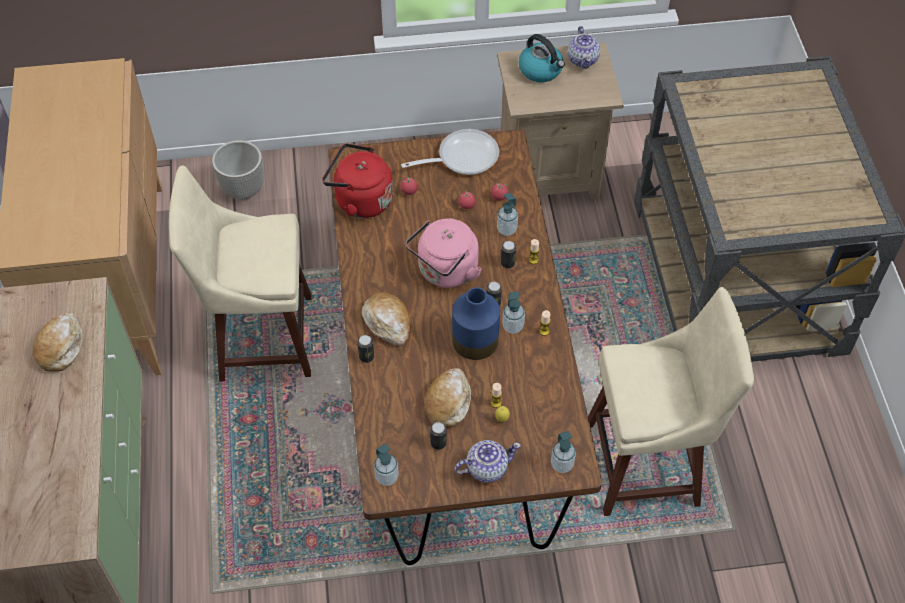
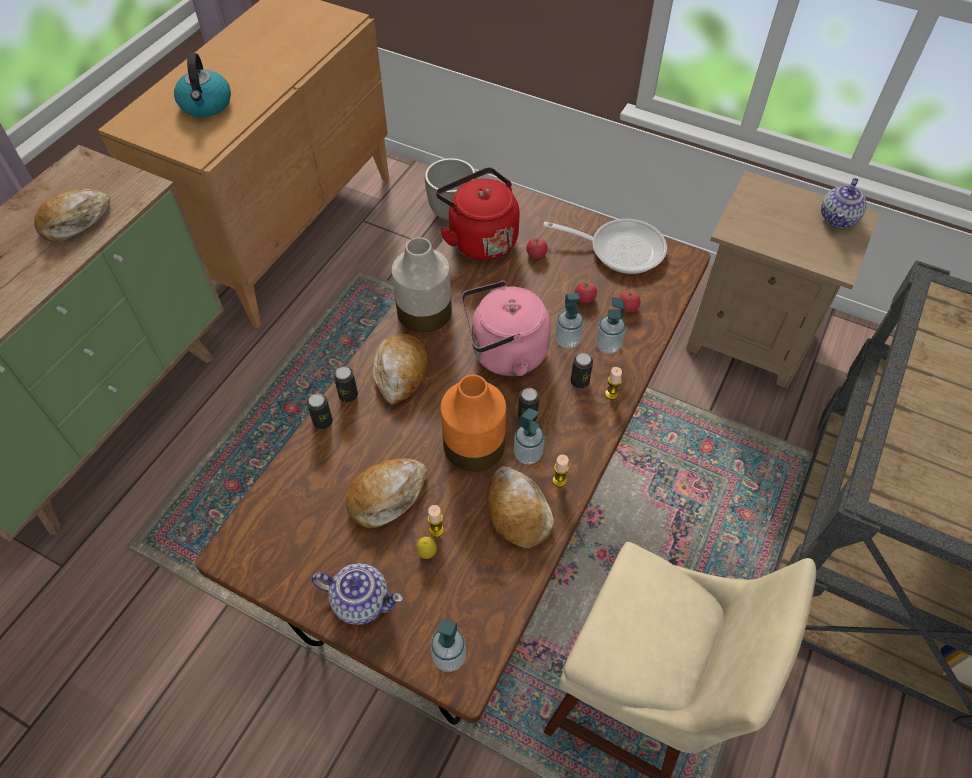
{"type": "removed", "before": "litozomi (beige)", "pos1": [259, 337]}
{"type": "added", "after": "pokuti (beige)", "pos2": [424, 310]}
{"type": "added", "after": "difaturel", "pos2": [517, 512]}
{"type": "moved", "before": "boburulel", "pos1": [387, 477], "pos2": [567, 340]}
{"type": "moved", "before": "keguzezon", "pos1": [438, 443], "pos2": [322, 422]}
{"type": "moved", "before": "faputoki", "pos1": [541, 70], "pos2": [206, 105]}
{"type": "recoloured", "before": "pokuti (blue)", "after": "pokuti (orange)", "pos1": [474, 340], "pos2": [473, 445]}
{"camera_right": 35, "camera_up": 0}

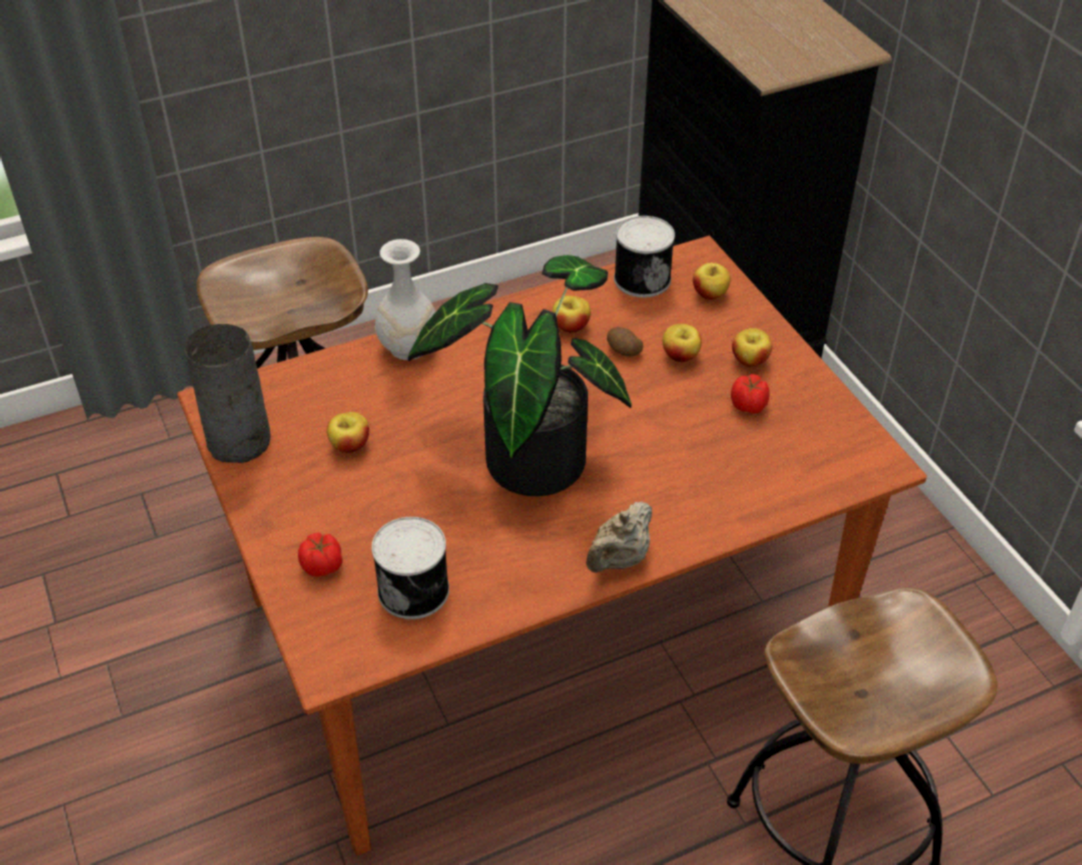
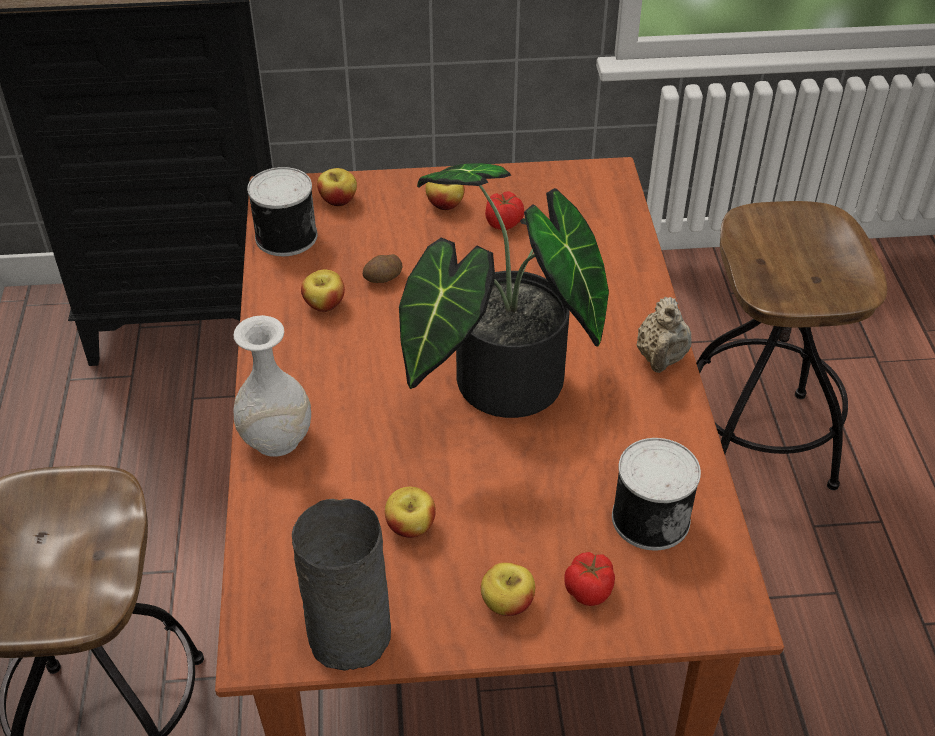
{"type": "moved", "before": "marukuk", "pos1": [680, 355], "pos2": [507, 603]}
{"type": "turned", "before": "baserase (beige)", "pos1": [619, 559], "pos2": [661, 358], "turn": 45}
{"camera_right": -70, "camera_up": 0}

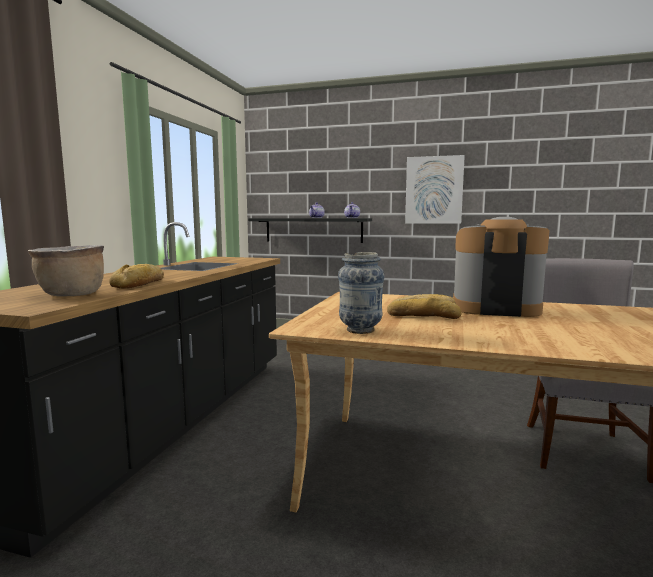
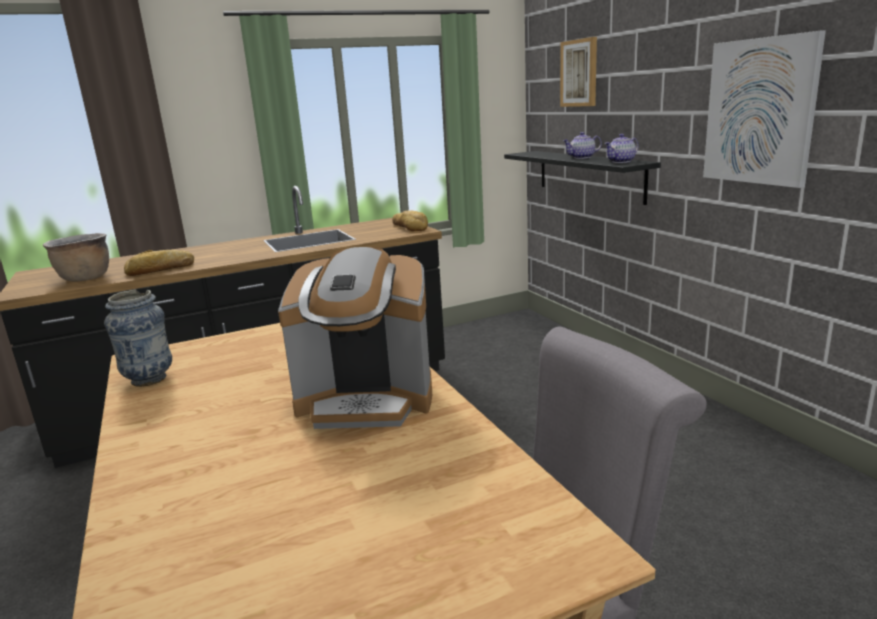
{"type": "added", "after": "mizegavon", "pos2": [579, 73]}
{"type": "moved", "before": "difaturel", "pos1": [423, 316], "pos2": [410, 227]}
{"type": "turned", "before": "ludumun", "pos1": [494, 308], "pos2": [367, 400], "turn": 120}
{"camera_right": 50, "camera_up": 10}

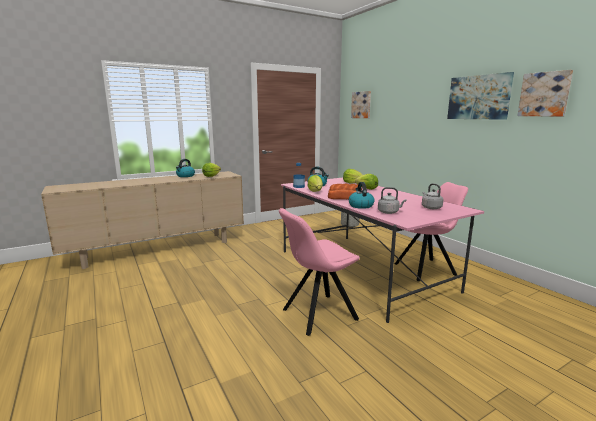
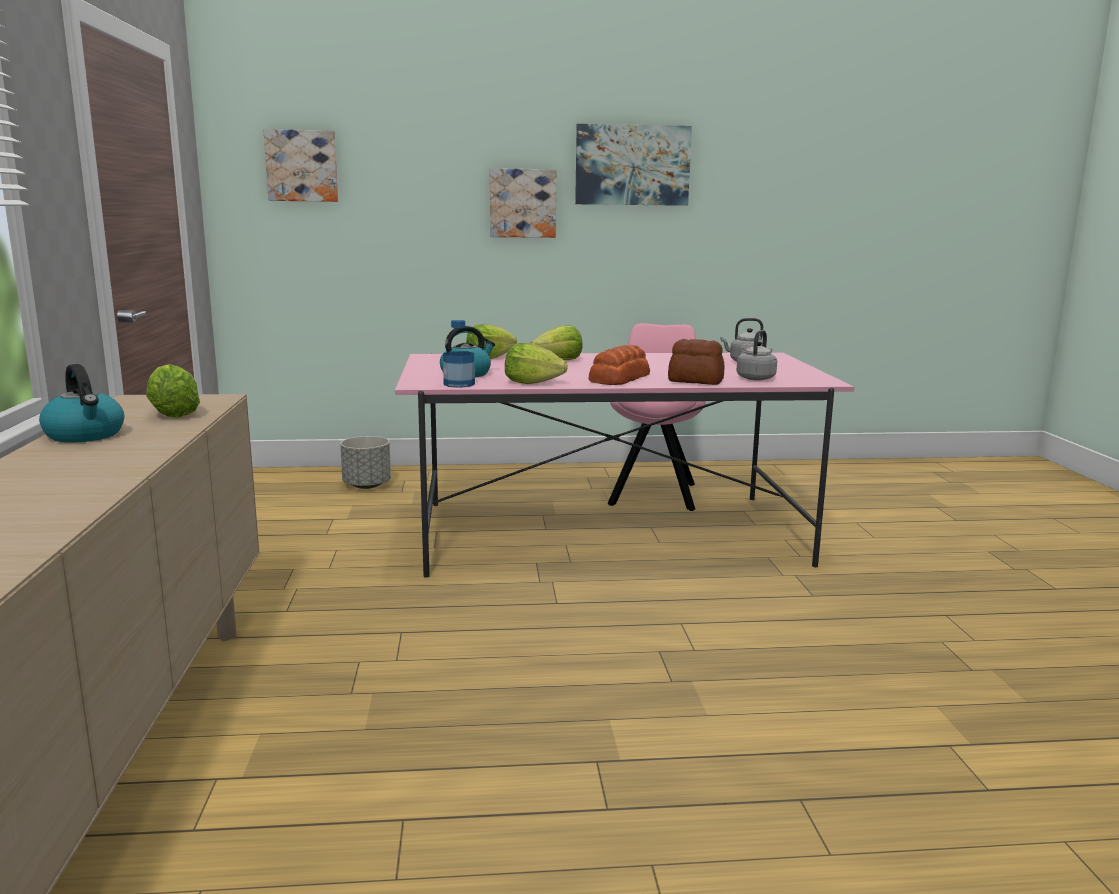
{"type": "removed", "before": "litozomi (pink)", "pos1": [318, 314]}
{"type": "moved", "before": "mizegavon", "pos1": [544, 94], "pos2": [522, 203]}
{"type": "replaced", "before": "faputoki", "after": "difaturel", "pos1": [360, 206], "pos2": [696, 381]}
{"camera_right": -65, "camera_up": 0}

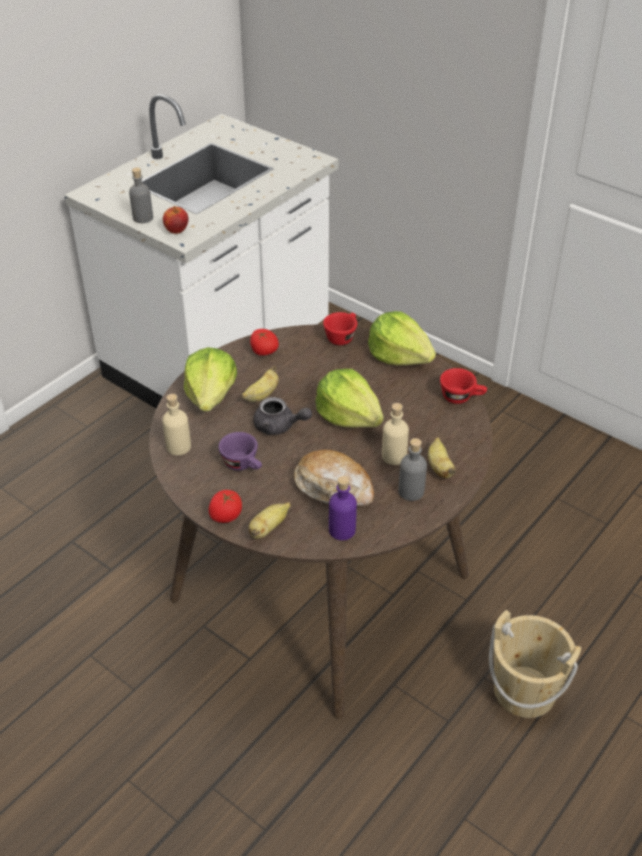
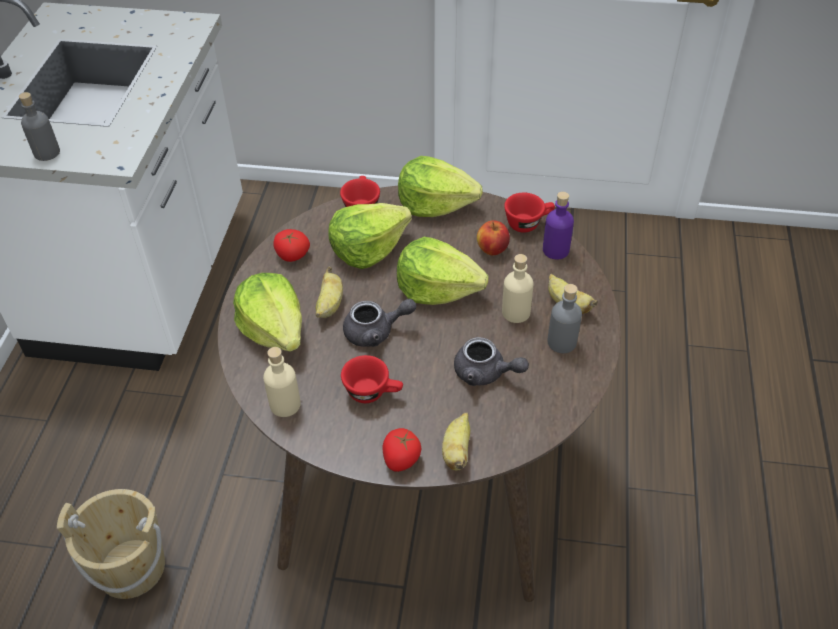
{"type": "added", "after": "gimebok", "pos2": [368, 249]}
{"type": "moved", "before": "marukuk", "pos1": [176, 230], "pos2": [492, 249]}
{"type": "moved", "before": "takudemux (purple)", "pos1": [342, 530], "pos2": [555, 250]}
{"type": "moved", "before": "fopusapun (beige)", "pos1": [524, 691], "pos2": [131, 567]}
{"type": "replaced", "before": "difaturel", "after": "baserase (grey)", "pos1": [334, 487], "pos2": [485, 373]}
{"type": "recoloured", "before": "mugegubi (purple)", "after": "mugegubi (red)", "pos1": [243, 465], "pos2": [373, 392]}
{"camera_right": -30, "camera_up": 5}

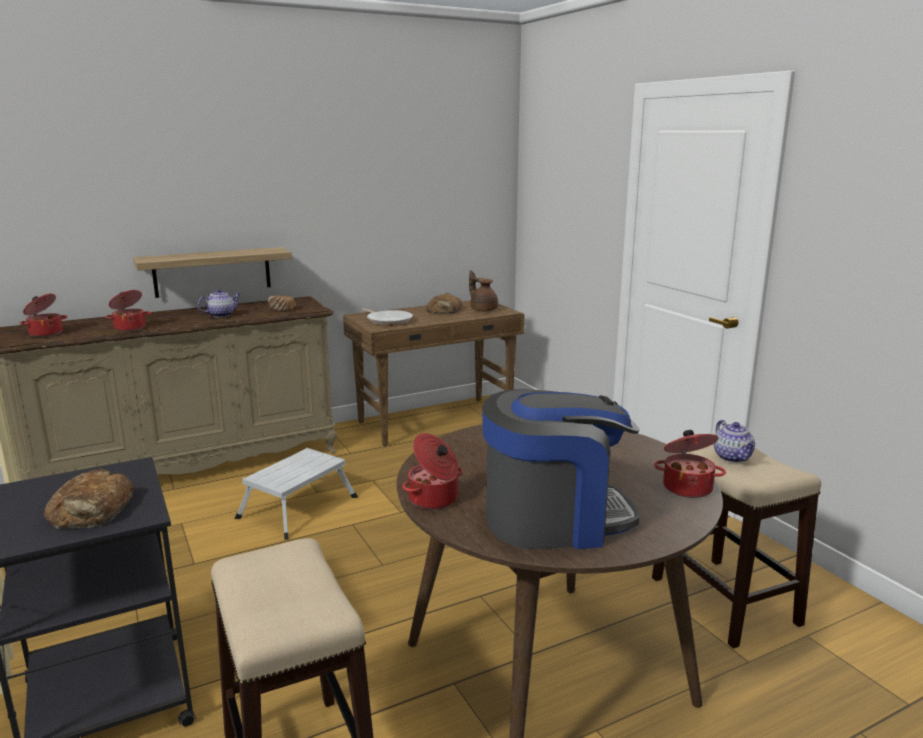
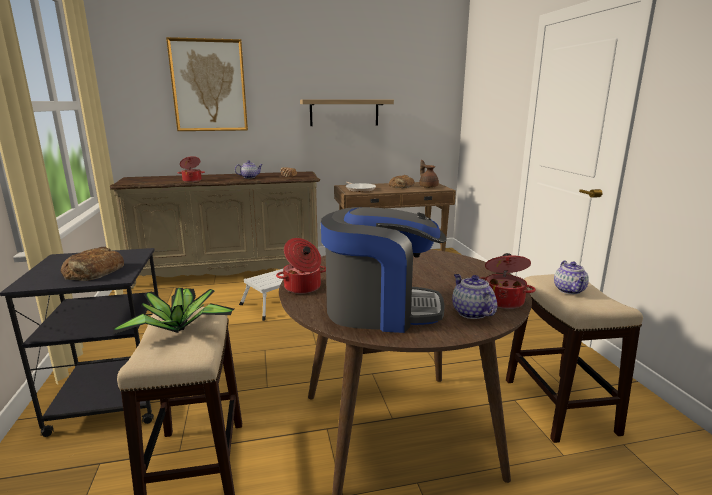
{"type": "removed", "before": "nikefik", "pos1": [46, 333]}
{"type": "added", "after": "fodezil", "pos2": [178, 329]}
{"type": "added", "after": "mizegavon", "pos2": [209, 86]}
{"type": "added", "after": "baserase", "pos2": [471, 312]}
{"type": "moved", "before": "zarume", "pos1": [212, 272], "pos2": [344, 112]}
{"camera_right": 15, "camera_up": 0}

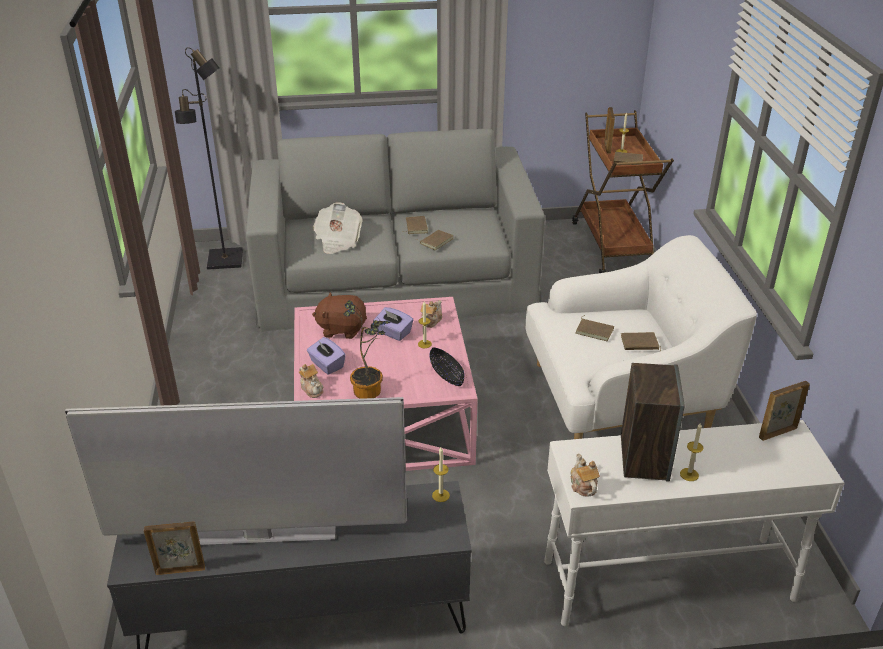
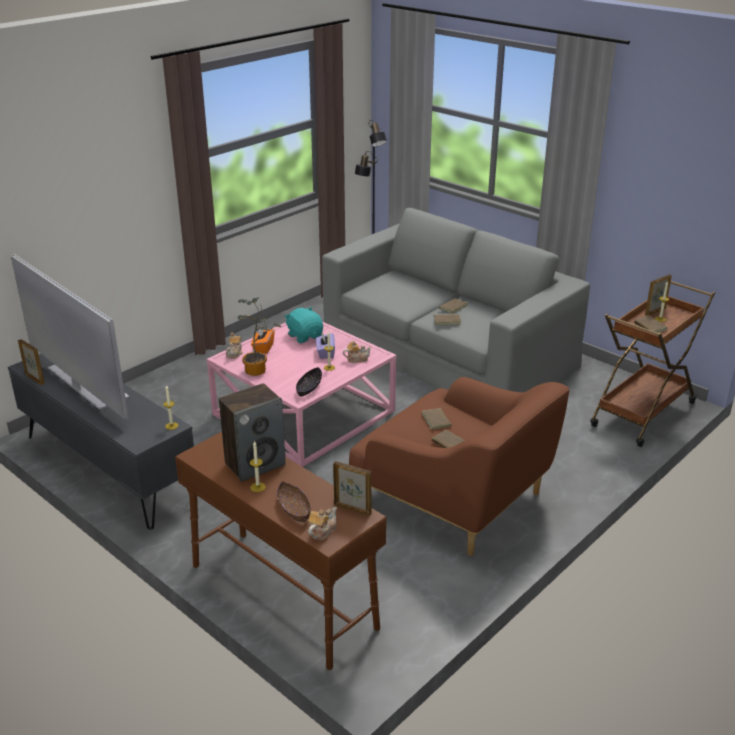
{"type": "removed", "before": "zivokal", "pos1": [337, 241]}
{"type": "added", "after": "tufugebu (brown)", "pos2": [293, 508]}
{"type": "moved", "before": "baserase", "pos1": [583, 485], "pos2": [322, 531]}
{"type": "recoloured", "before": "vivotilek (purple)", "after": "vivotilek (orange)", "pos1": [326, 365], "pos2": [263, 348]}
{"type": "recoloured", "before": "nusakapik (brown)", "after": "nusakapik (turquoise)", "pos1": [342, 329], "pos2": [305, 336]}
{"type": "recoloured", "before": "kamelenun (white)", "after": "kamelenun (brown)", "pos1": [621, 398], "pos2": [454, 497]}
{"type": "recoloured", "before": "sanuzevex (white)", "after": "sanuzevex (brown)", "pos1": [667, 579], "pos2": [283, 596]}
{"camera_right": 50, "camera_up": -5}

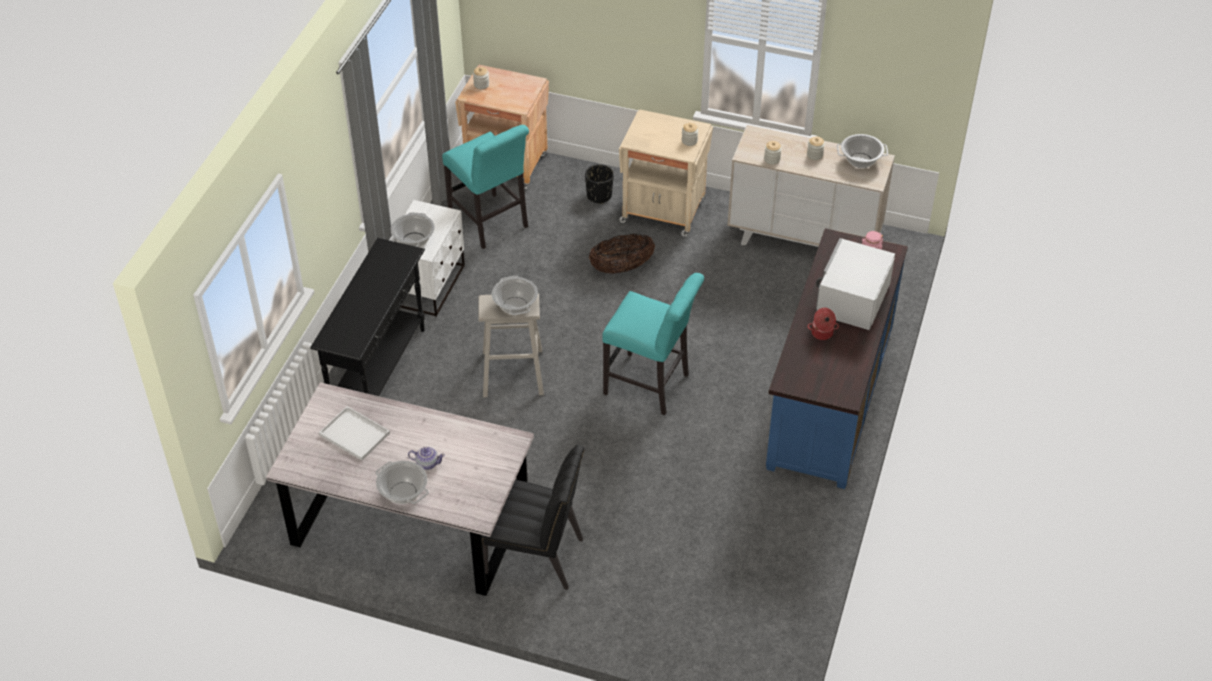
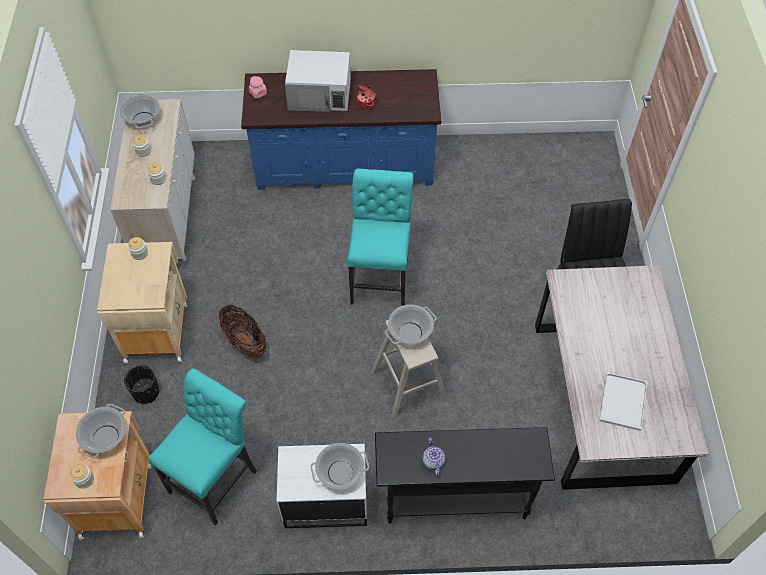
{"type": "moved", "before": "nikefik", "pos1": [403, 493], "pos2": [106, 437]}
{"type": "moved", "before": "baserase", "pos1": [427, 463], "pos2": [433, 461]}
{"camera_right": -110, "camera_up": 10}

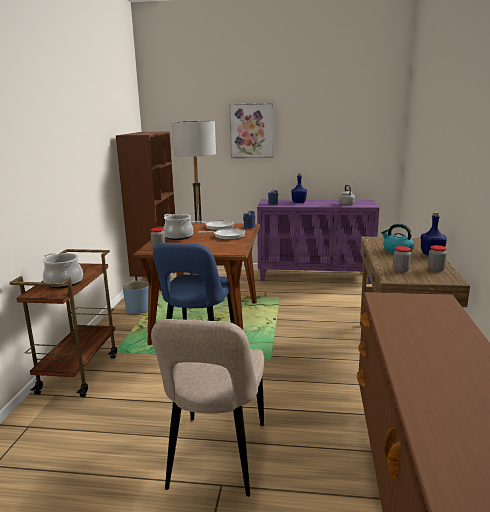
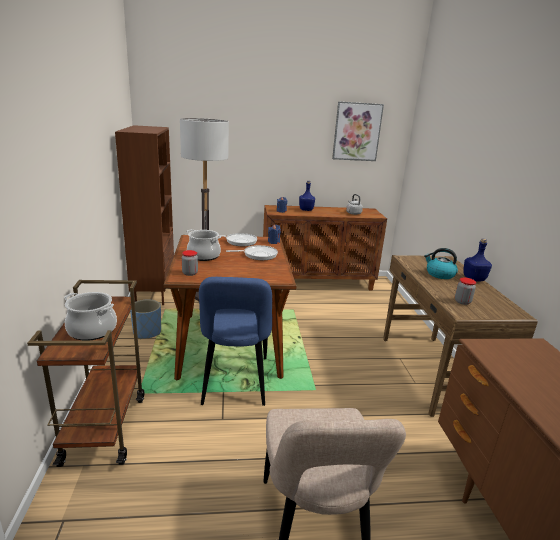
{"type": "removed", "before": "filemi", "pos1": [436, 269]}
{"type": "moved", "before": "mizegavon", "pos1": [251, 131], "pos2": [357, 132]}
{"type": "recoloured", "before": "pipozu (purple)", "after": "pipozu (brown)", "pos1": [315, 276], "pos2": [317, 282]}
{"camera_right": -15, "camera_up": 5}

